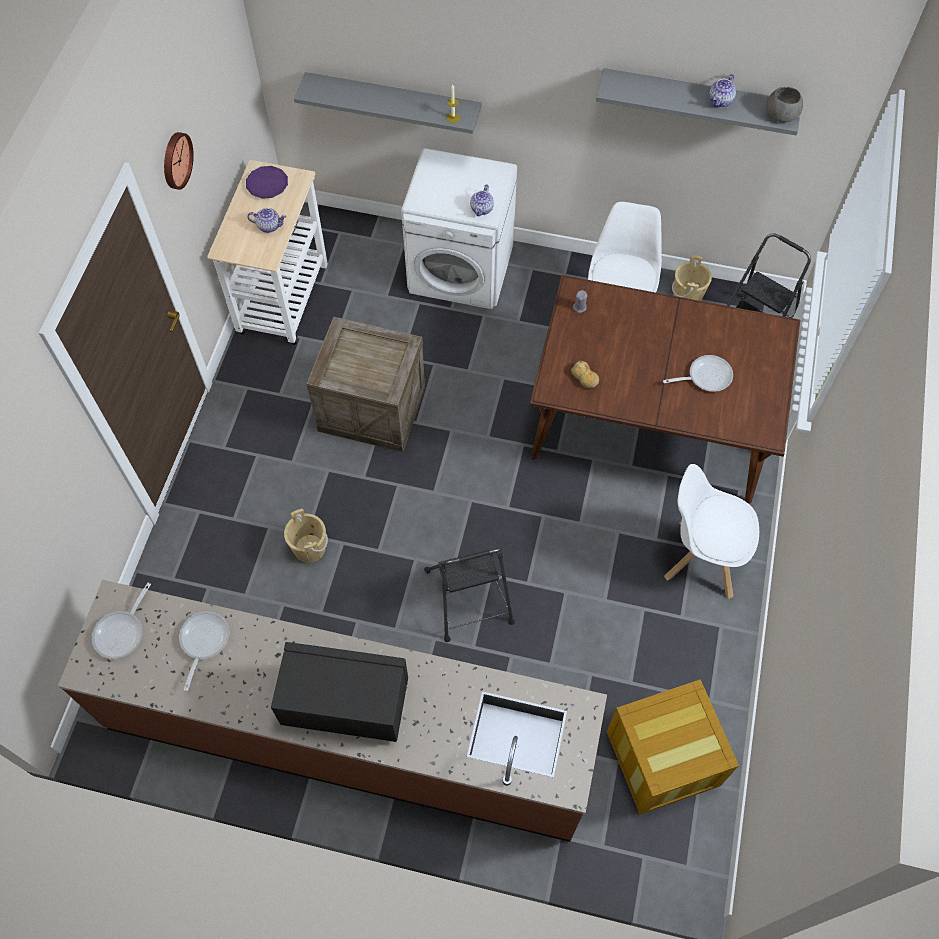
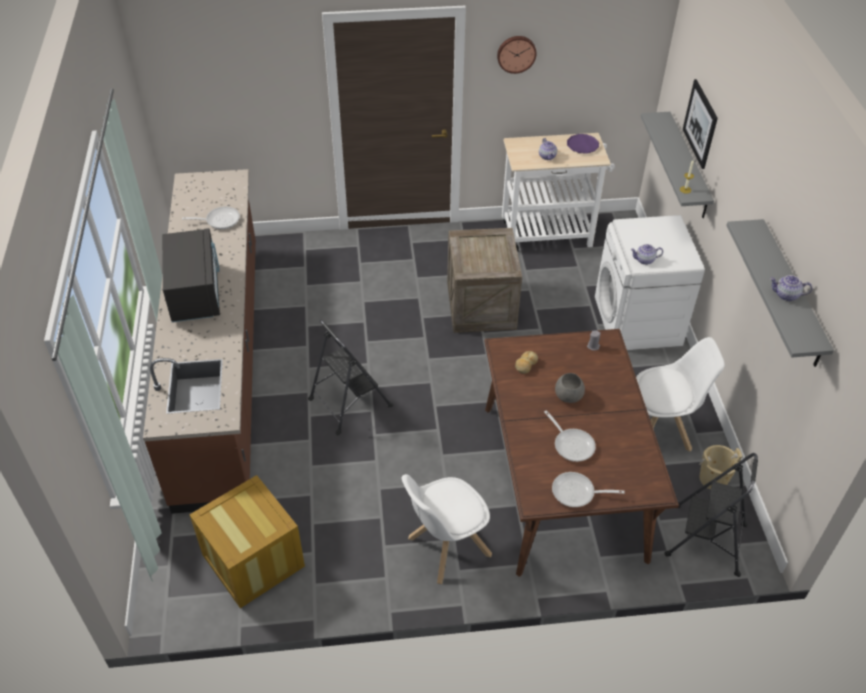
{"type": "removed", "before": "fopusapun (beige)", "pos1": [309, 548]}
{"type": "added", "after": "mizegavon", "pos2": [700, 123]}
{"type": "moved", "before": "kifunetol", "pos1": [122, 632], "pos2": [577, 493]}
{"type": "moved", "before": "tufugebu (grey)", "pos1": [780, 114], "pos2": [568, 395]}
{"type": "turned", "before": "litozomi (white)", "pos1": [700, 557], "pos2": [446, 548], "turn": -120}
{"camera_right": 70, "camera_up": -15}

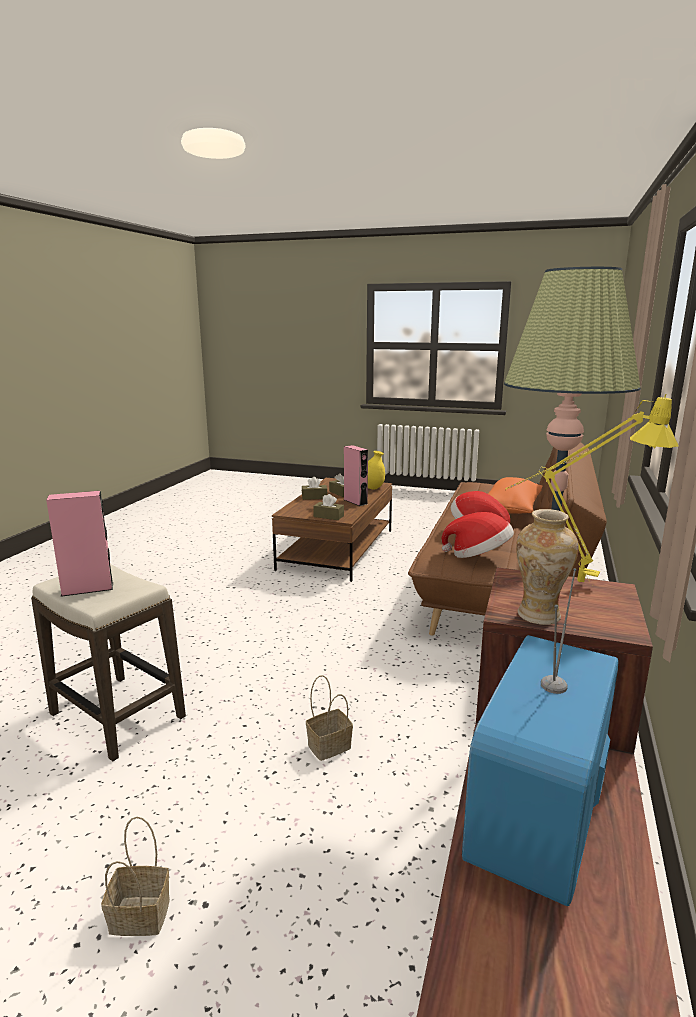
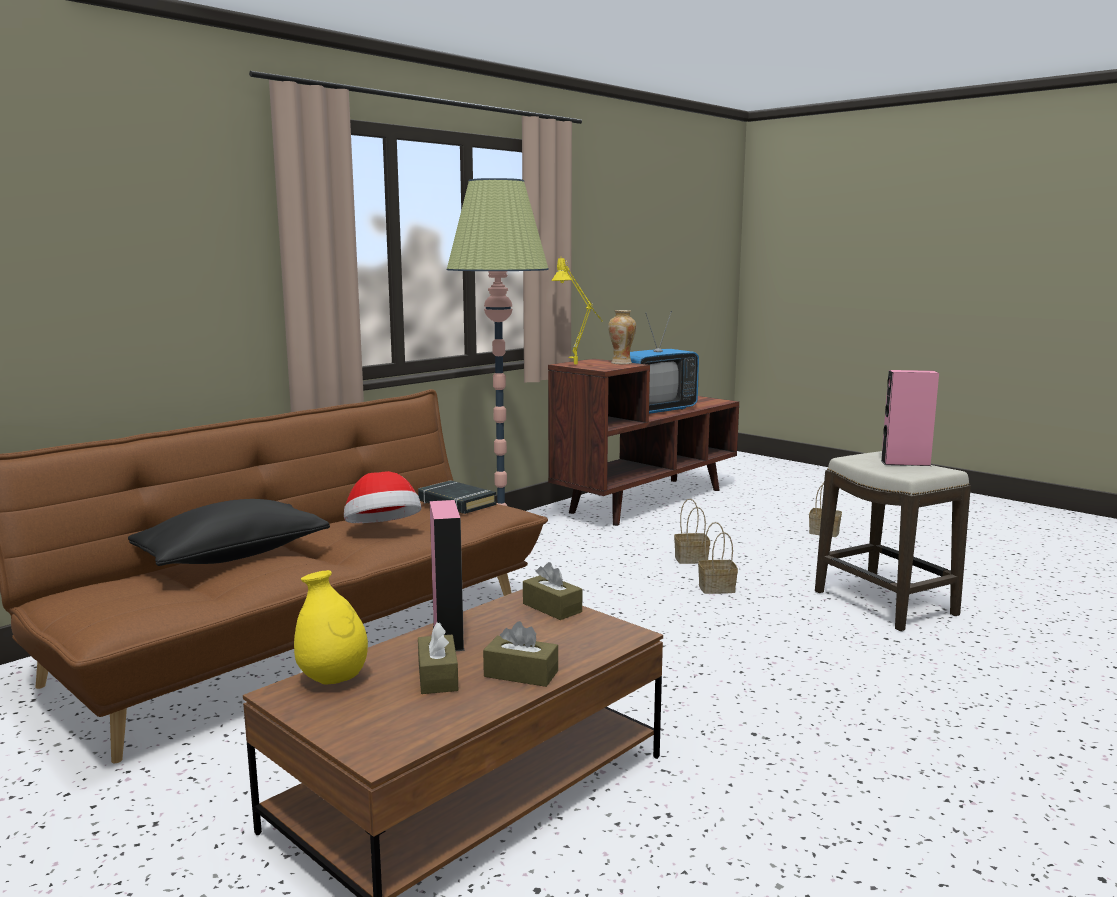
{"type": "added", "after": "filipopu", "pos2": [717, 588]}
{"type": "replaced", "before": "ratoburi", "after": "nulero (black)", "pos1": [478, 556], "pos2": [456, 503]}
{"type": "recoloured", "before": "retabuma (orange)", "after": "retabuma (black)", "pos1": [512, 509], "pos2": [232, 556]}
{"camera_right": -155, "camera_up": -5}

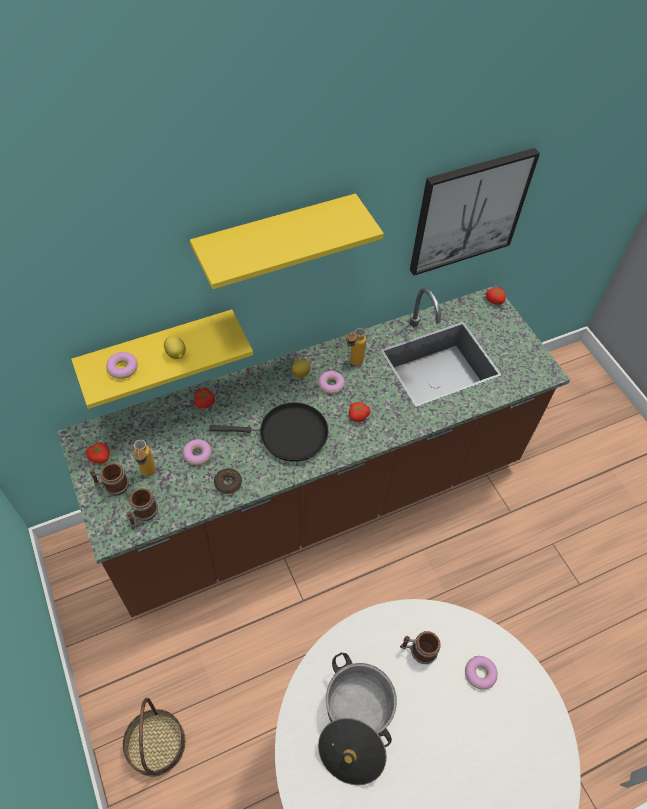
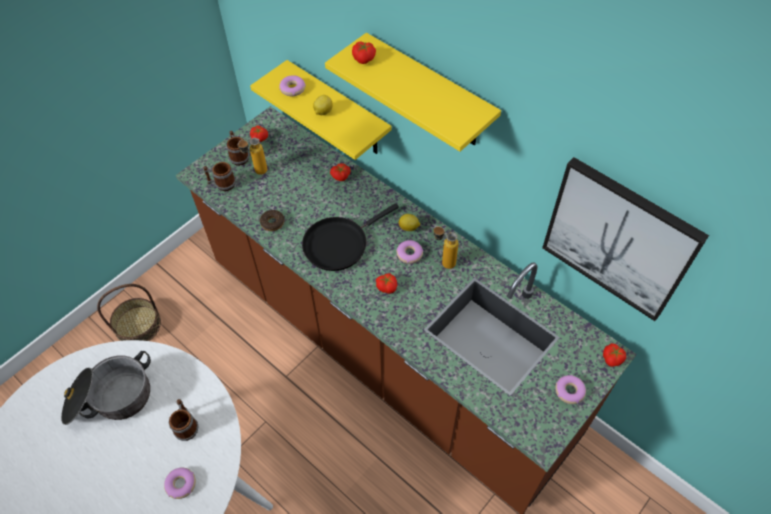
{"type": "added", "after": "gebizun", "pos2": [364, 58]}
{"type": "moved", "before": "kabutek", "pos1": [197, 454], "pos2": [569, 391]}
{"type": "turned", "before": "kifunetol (black)", "pos1": [288, 435], "pos2": [339, 244], "turn": 75}
{"camera_right": 70, "camera_up": 0}

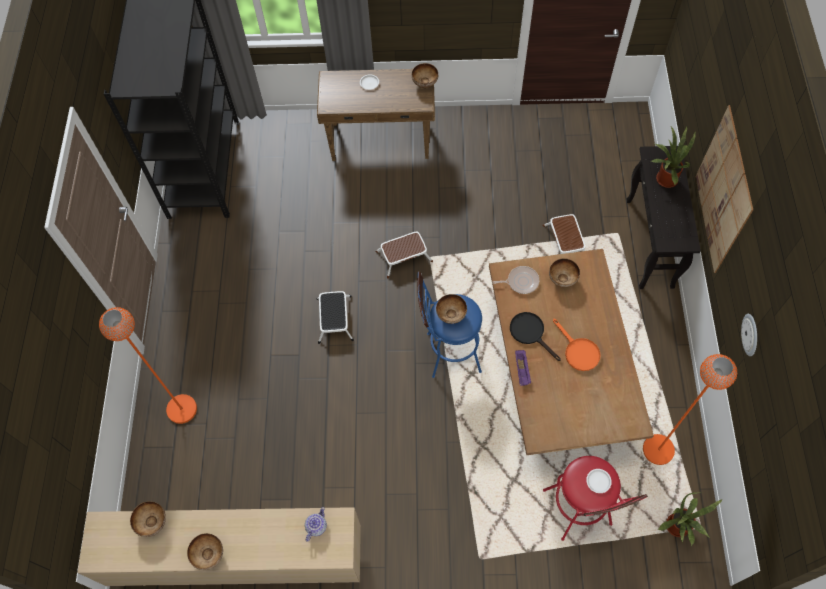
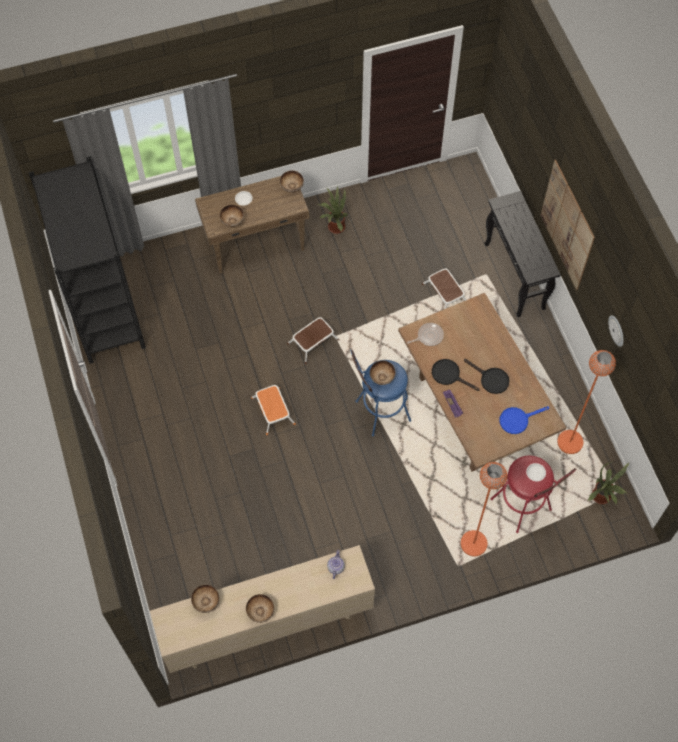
{"type": "added", "after": "kifunetol (blue)", "pos2": [517, 420]}
{"type": "moved", "before": "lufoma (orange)", "pos1": [181, 409], "pos2": [473, 543]}
{"type": "moved", "before": "tufugebu", "pos1": [562, 280], "pos2": [232, 222]}
{"type": "moved", "before": "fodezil", "pos1": [664, 178], "pos2": [334, 226]}
{"type": "recoloured", "before": "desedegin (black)", "after": "desedegin (orange)", "pos1": [334, 319], "pos2": [272, 411]}
{"type": "recoloured", "before": "kifunetol (orange)", "after": "kifunetol (black)", "pos1": [578, 351], "pos2": [491, 379]}
{"camera_right": -20, "camera_up": 0}

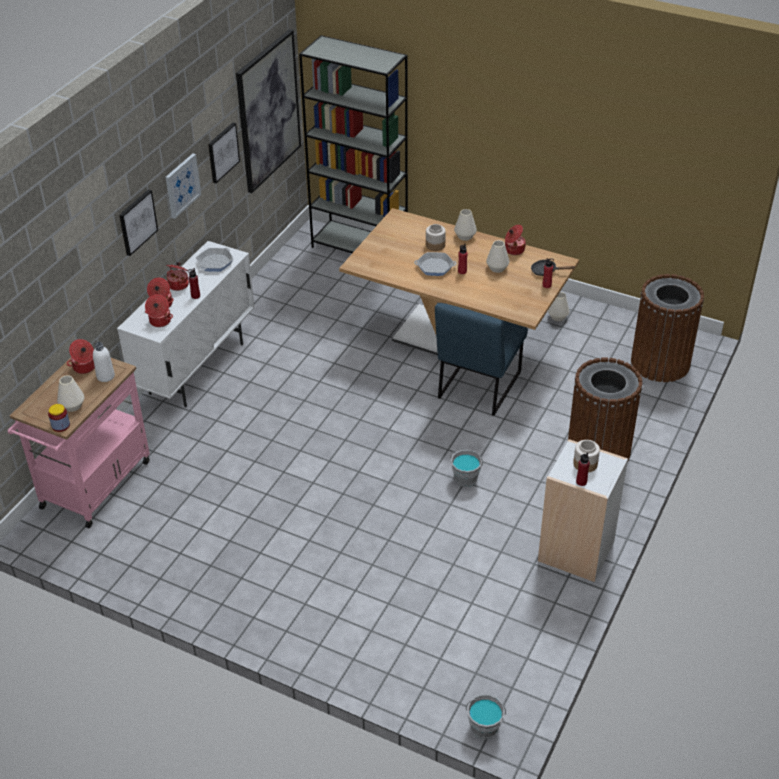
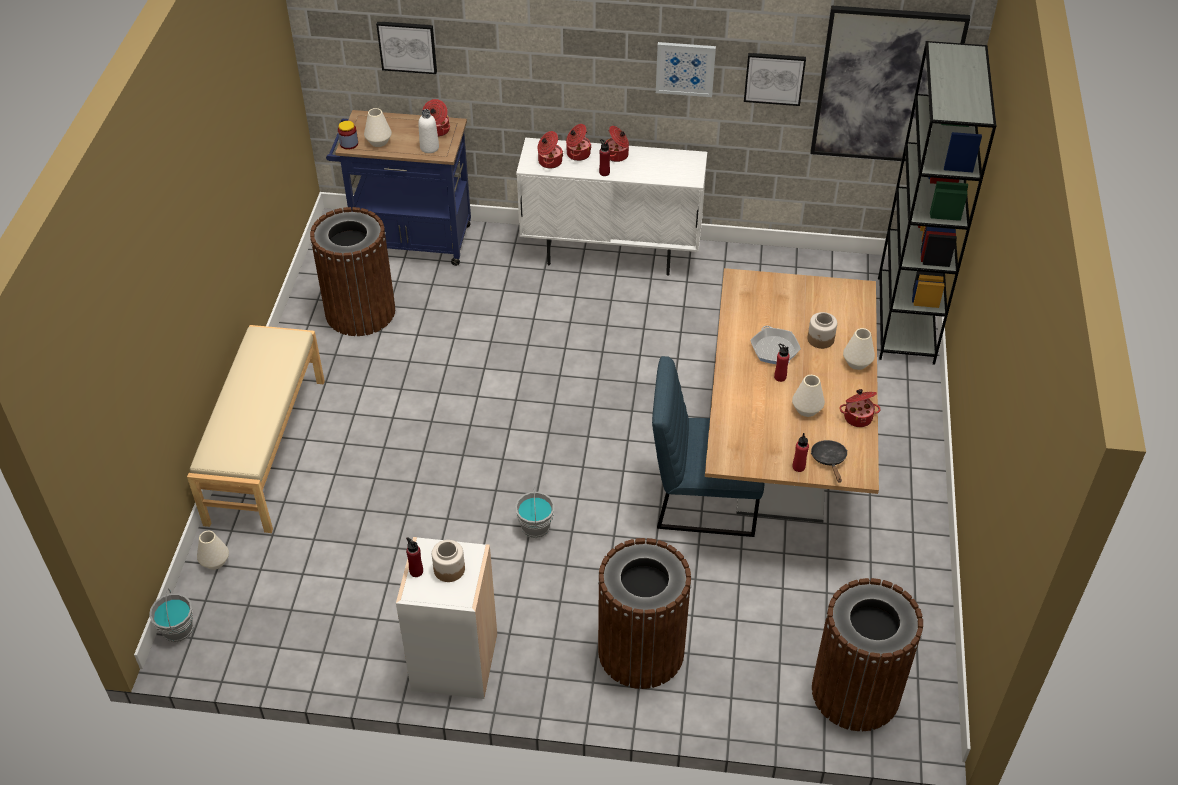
{"type": "removed", "before": "kifunetol", "pos1": [215, 262]}
{"type": "added", "after": "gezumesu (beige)", "pos2": [265, 450]}
{"type": "added", "after": "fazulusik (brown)", "pos2": [360, 311]}
{"type": "moved", "before": "mizegavon", "pos1": [137, 222], "pos2": [407, 46]}
{"type": "moved", "before": "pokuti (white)", "pos1": [558, 317], "pos2": [215, 561]}
{"type": "recoloured", "before": "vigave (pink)", "after": "vigave (blue)", "pos1": [93, 487], "pos2": [409, 241]}
{"camera_right": 70, "camera_up": 5}

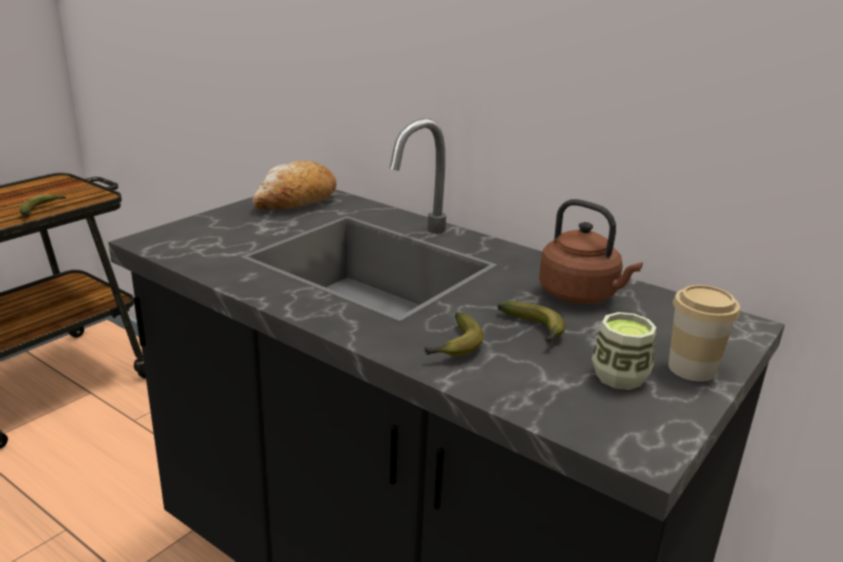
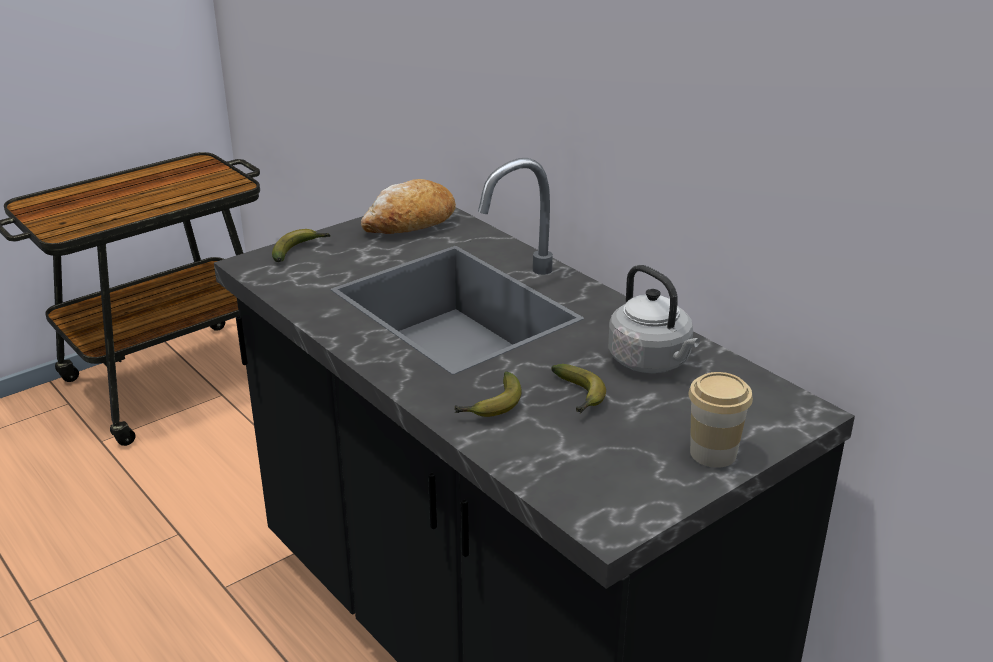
{"type": "removed", "before": "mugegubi", "pos1": [619, 377]}
{"type": "moved", "before": "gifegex", "pos1": [42, 209], "pos2": [299, 251]}
{"type": "recoloured", "before": "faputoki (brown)", "after": "faputoki (grey)", "pos1": [581, 295], "pos2": [652, 362]}
{"camera_right": 15, "camera_up": 5}

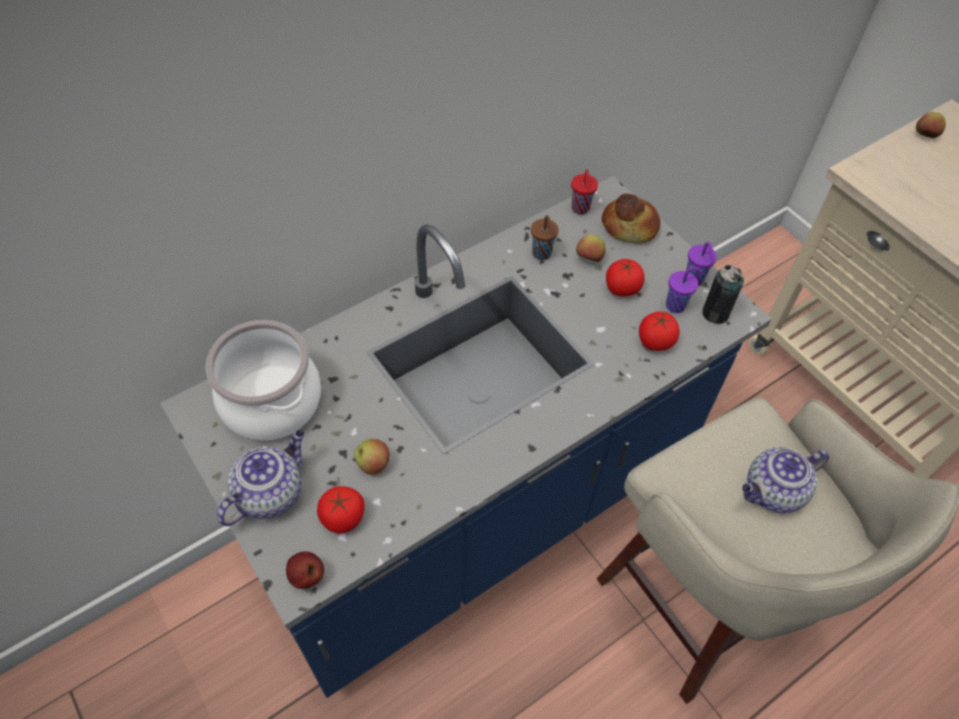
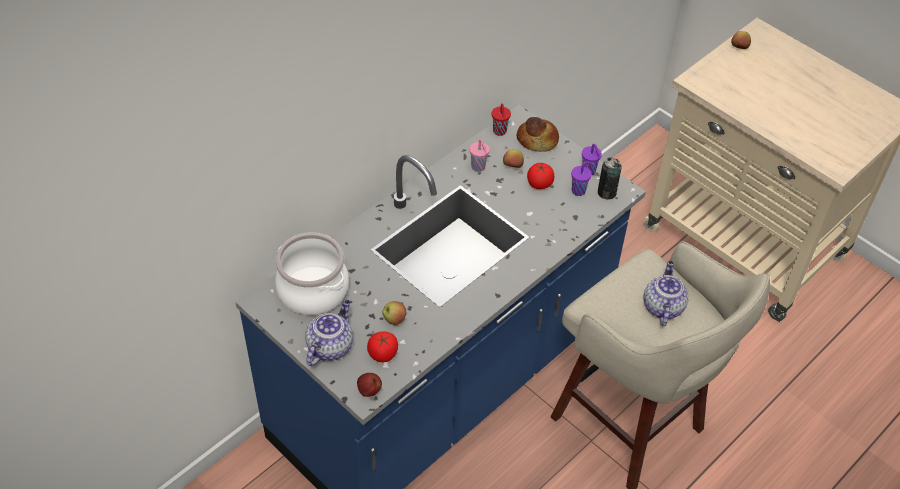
{"type": "removed", "before": "gebizun", "pos1": [655, 341]}
{"type": "recoloured", "before": "mugegubi (brown)", "after": "mugegubi (pink)", "pos1": [542, 254], "pos2": [478, 167]}
{"type": "turned", "before": "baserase", "pos1": [772, 492], "pos2": [662, 306], "turn": 135}
{"camera_right": -10, "camera_up": -5}

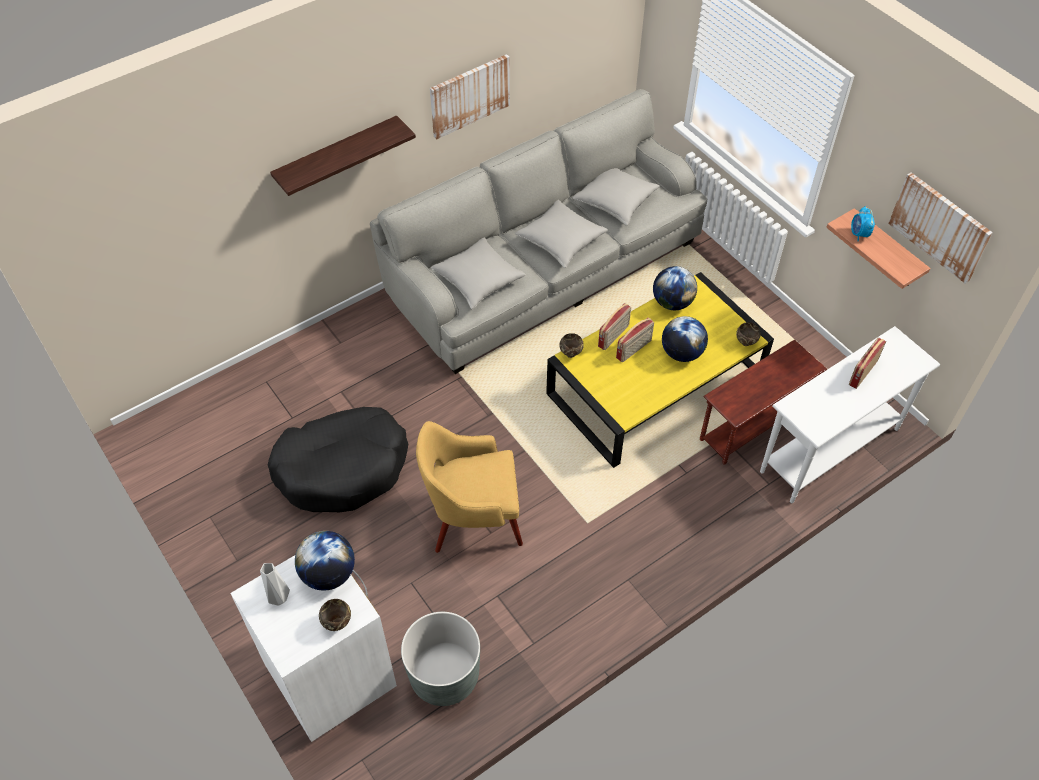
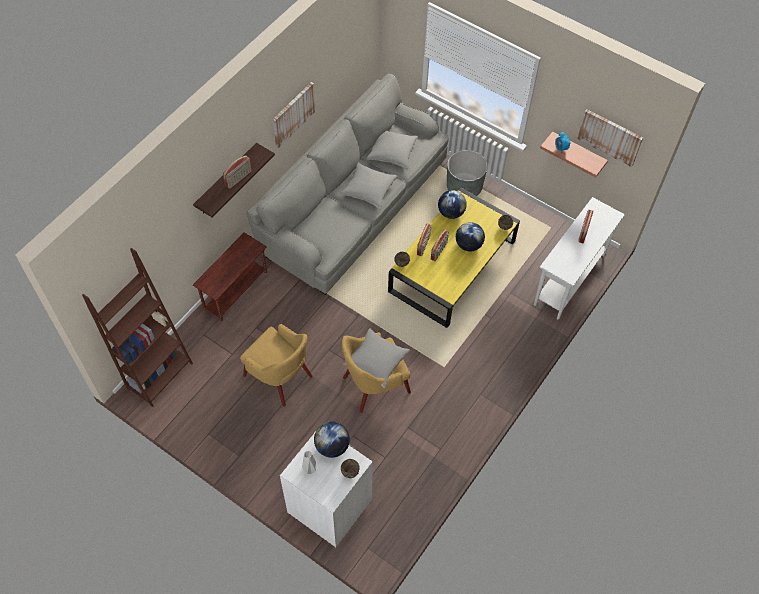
{"type": "added", "after": "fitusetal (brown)", "pos2": [159, 375]}
{"type": "added", "after": "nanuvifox", "pos2": [238, 179]}
{"type": "moved", "before": "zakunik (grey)", "pos1": [444, 675], "pos2": [464, 187]}
{"type": "moved", "before": "retabuma (grey)", "pos1": [478, 280], "pos2": [376, 361]}
{"type": "moved", "before": "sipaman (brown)", "pos1": [752, 425], "pos2": [235, 291]}
{"type": "replaced", "before": "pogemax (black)", "after": "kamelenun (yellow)", "pos1": [342, 468], "pos2": [279, 377]}
{"camera_right": -20, "camera_up": 5}

